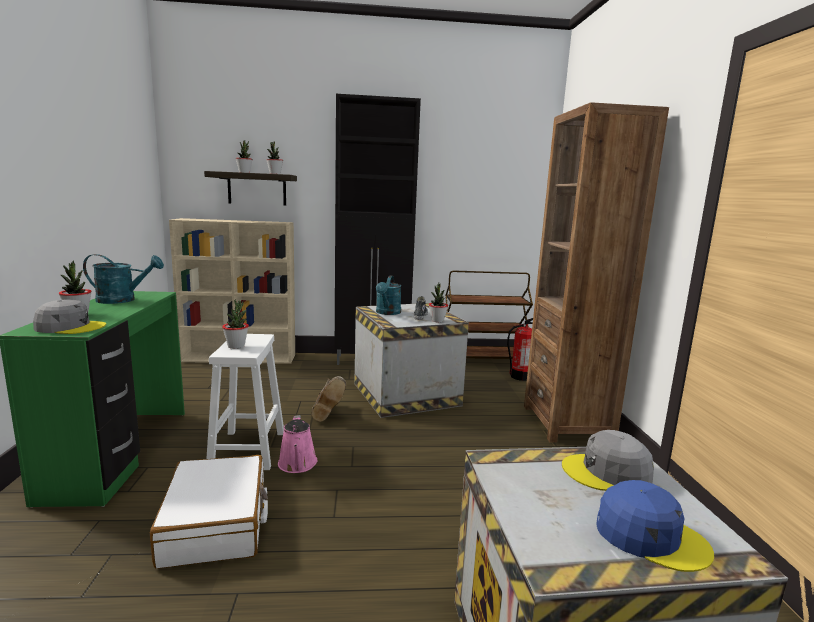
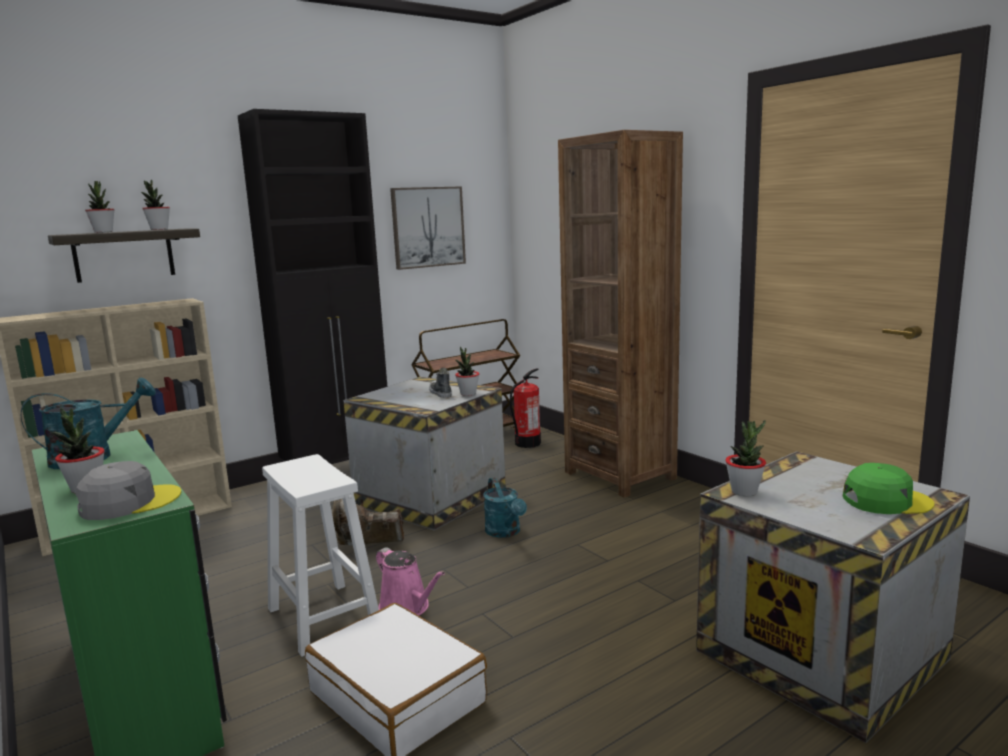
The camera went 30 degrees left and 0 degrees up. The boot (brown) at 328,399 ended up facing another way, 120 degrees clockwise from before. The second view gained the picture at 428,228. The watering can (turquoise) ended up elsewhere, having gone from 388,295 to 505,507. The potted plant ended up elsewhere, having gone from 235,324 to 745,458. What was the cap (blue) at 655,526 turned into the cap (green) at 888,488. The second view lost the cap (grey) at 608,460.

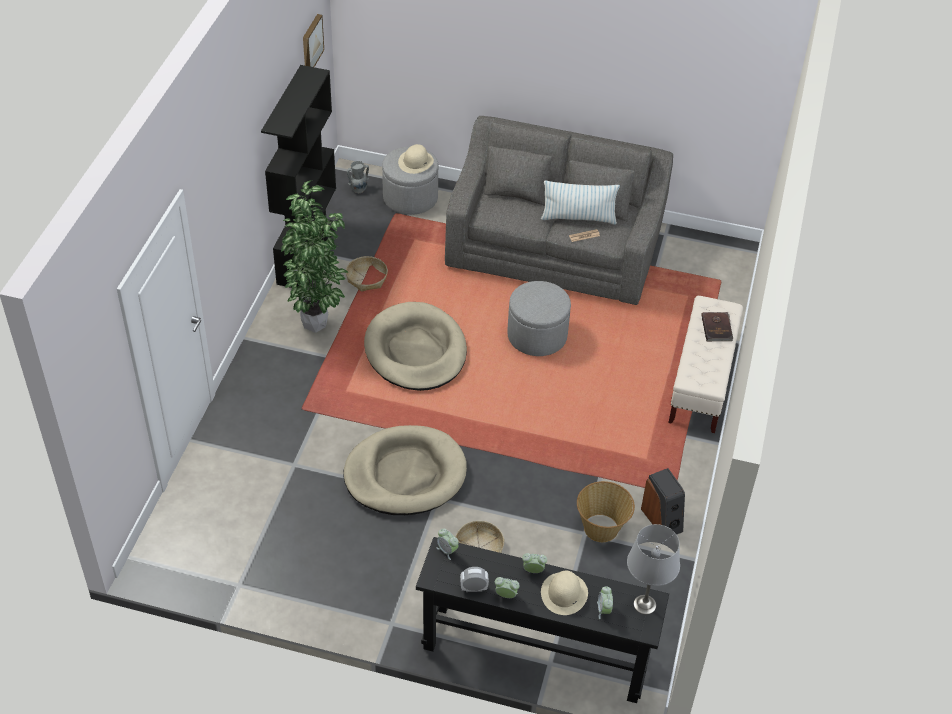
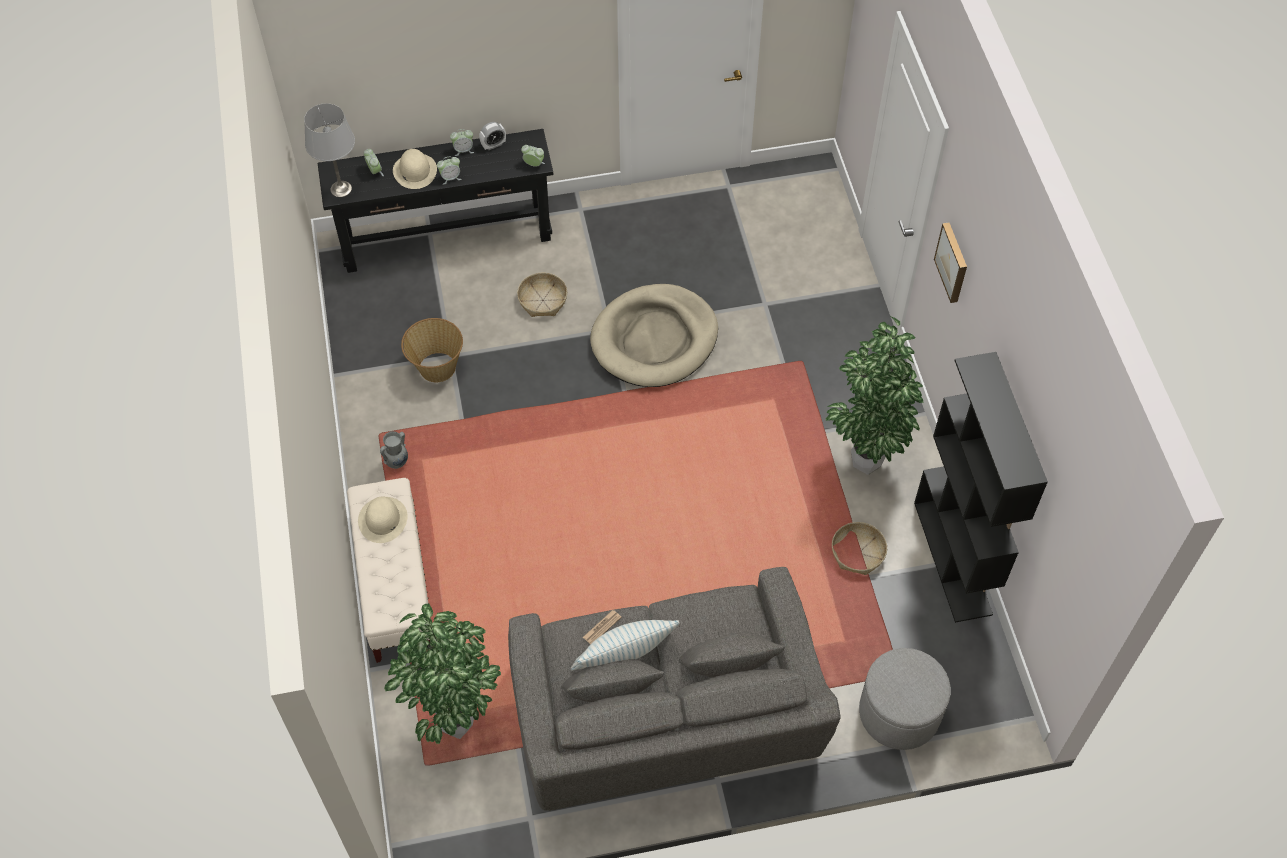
The camera went 155 degrees right and 10 degrees up. The hat (beige) ended up elsewhere, having gone from 416,159 to 382,519. The vase (grey) ended up elsewhere, having gone from 358,177 to 394,450. The second view gained the potted plant at 442,674. The picture ended up elsewhere, having gone from 313,40 to 950,262. The second view lost the dog bed (beige) at 415,346. The second view lost the ottoman (grey) at 539,318. The second view lost the speaker at 663,501. The second view lost the book (brown) at 717,326.

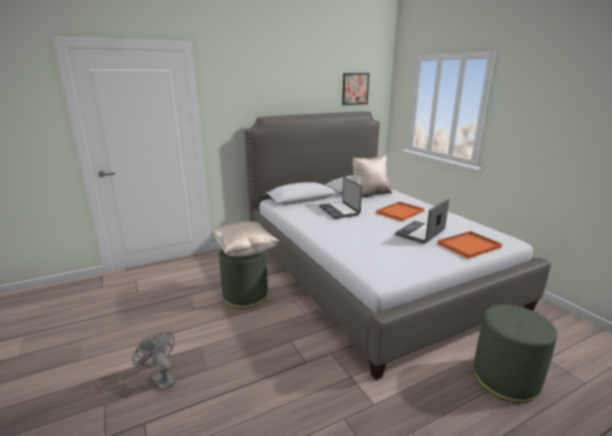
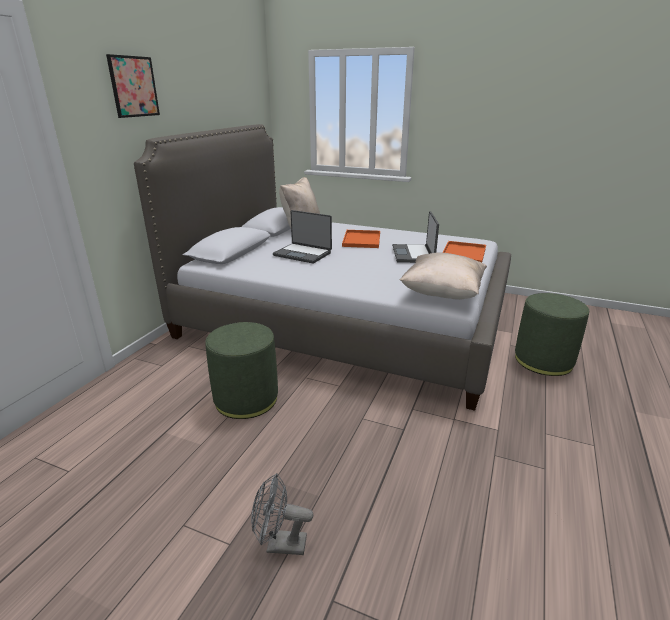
The camera went 40 degrees left and 5 degrees up. The picture ended up elsewhere, having gone from 355,89 to 133,86. The pillow (beige) ended up elsewhere, having gone from 245,239 to 443,276.

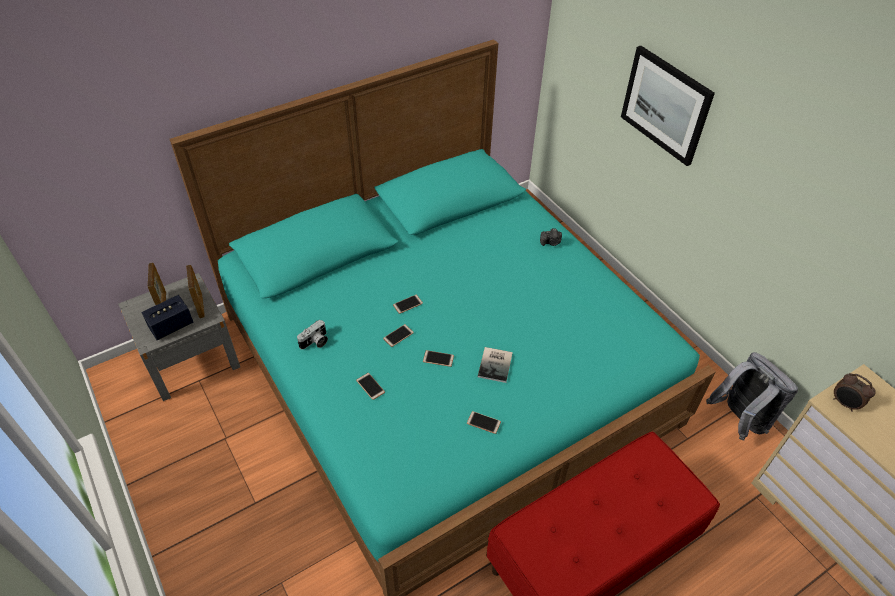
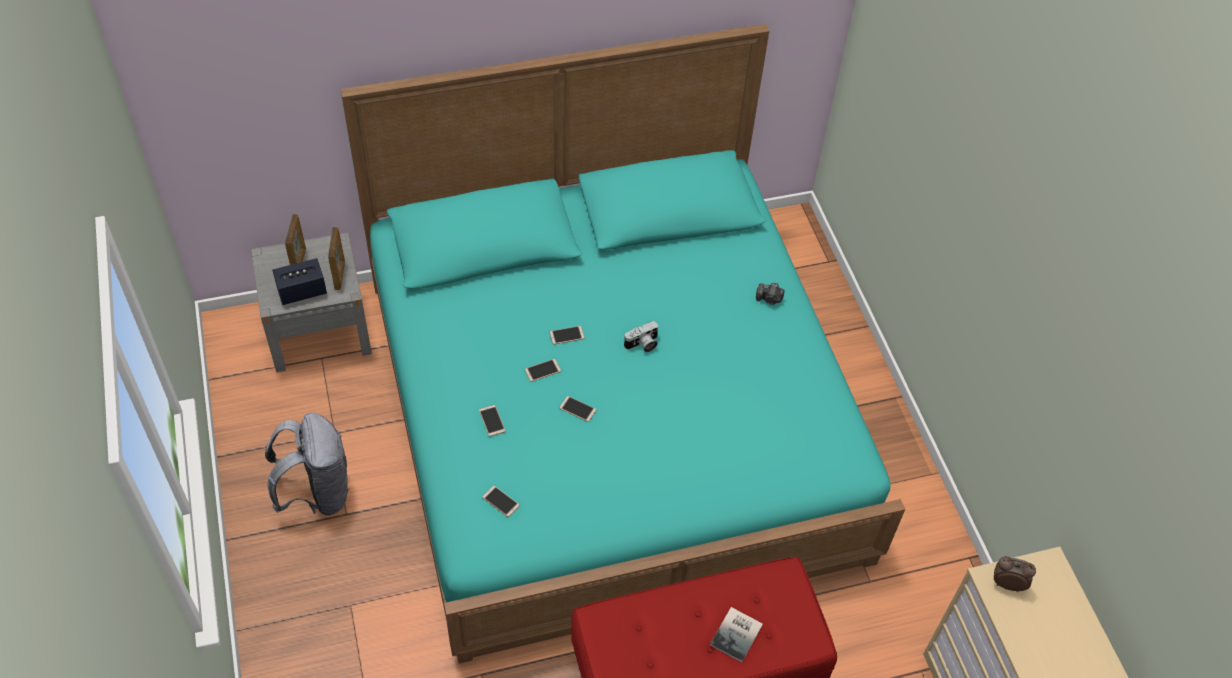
The camera went 15 degrees right and 5 degrees up. The backpack (grey) ended up elsewhere, having gone from 752,396 to 307,464. The phone ended up elsewhere, having gone from 484,422 to 501,501. The photo camera ended up elsewhere, having gone from 312,334 to 641,336. The book ended up elsewhere, having gone from 495,365 to 736,634. The alarm clock at 854,392 ended up facing another way, 135 degrees clockwise from before. The second view lost the picture at 668,106.

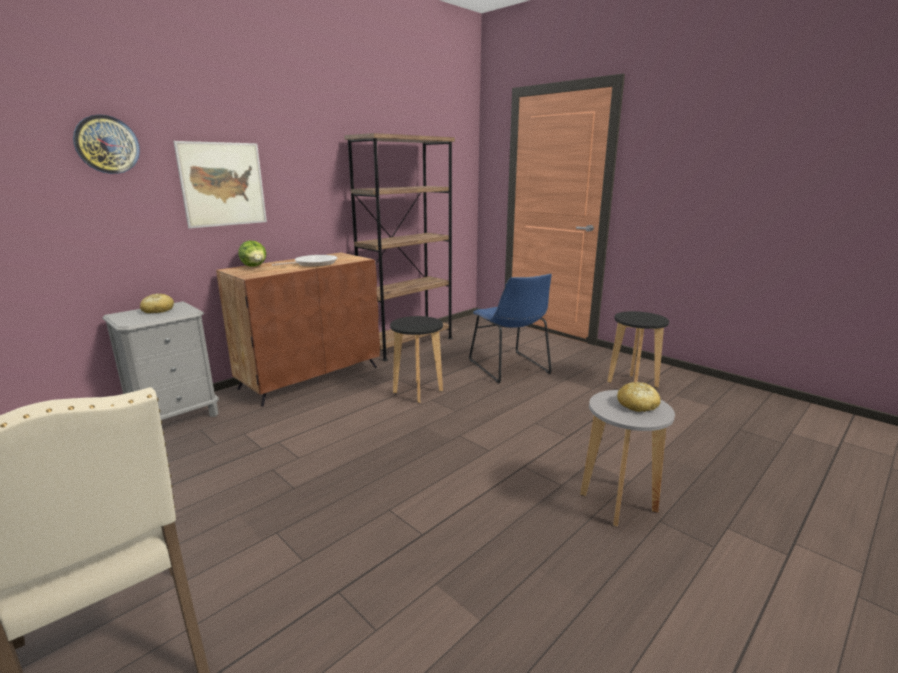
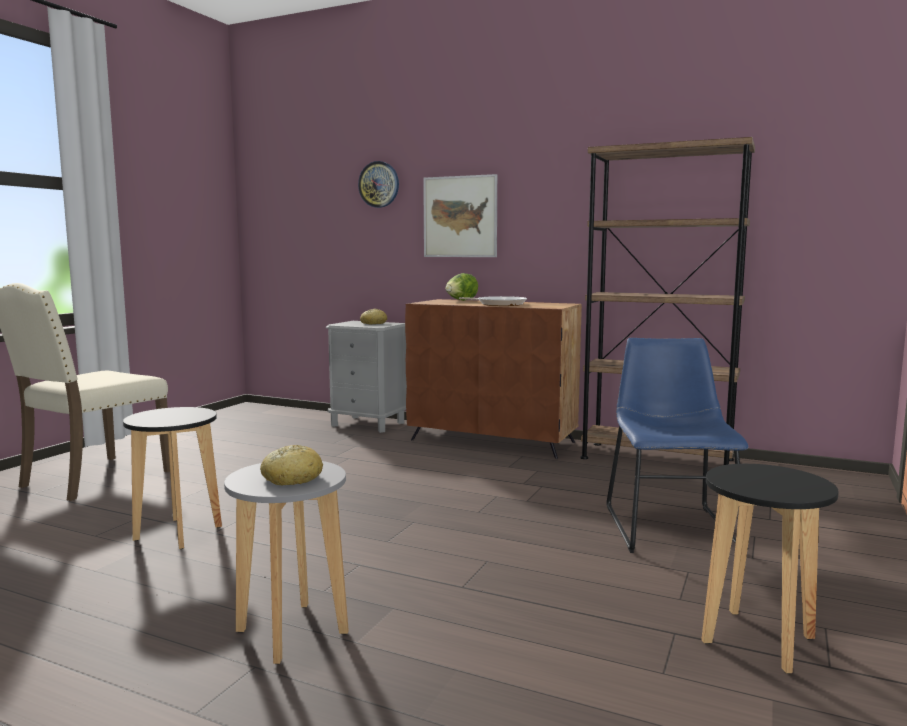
The camera went 70 degrees right and 10 degrees down. The stool (black) ended up elsewhere, having gone from 416,359 to 172,478. The chair (blue) at 510,329 ended up facing another way, 135 degrees clockwise from before.

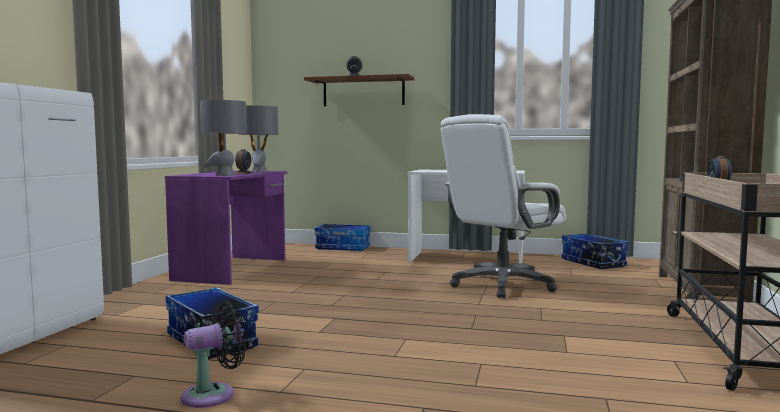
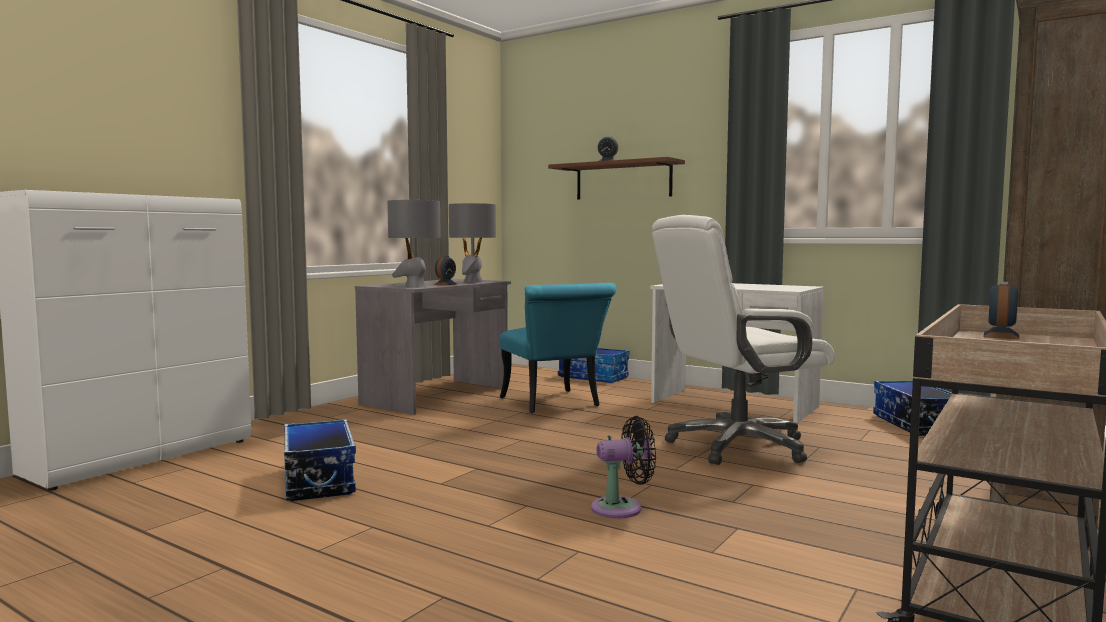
The camera went 20 degrees right and 0 degrees up. What was the desk (purple) at 226,228 turned into the desk (grey) at 433,347. The second view gained the chair (turquoise) at 558,348. The fan (black) ended up elsewhere, having gone from 213,354 to 623,467.

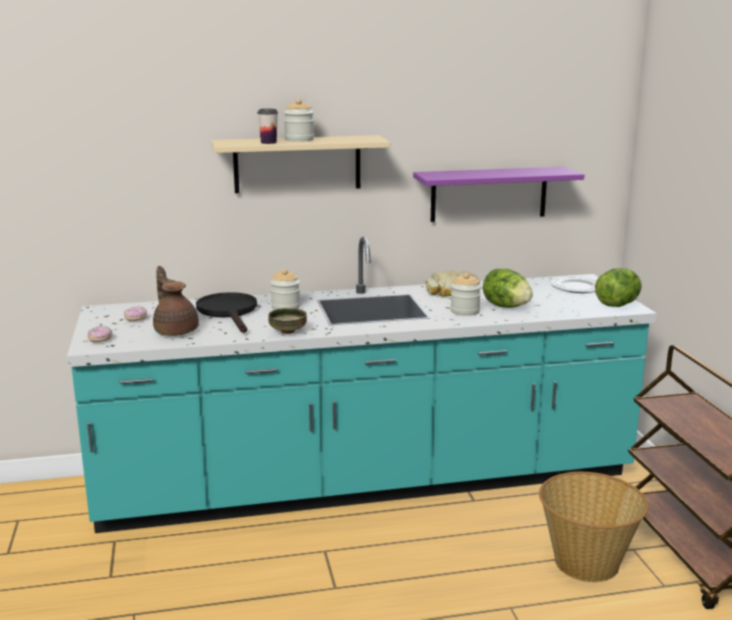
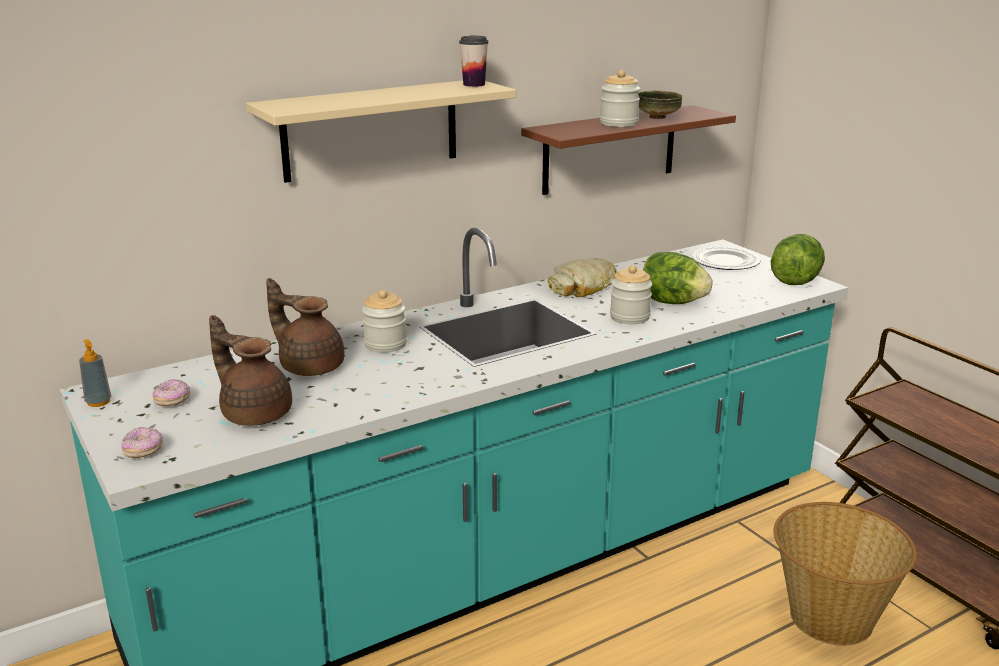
The camera went 20 degrees left and 5 degrees up. The second view gained the soap dispenser at 95,373. Where the frying pan (black) stood at 226,312, the teapot (brown) came to stand at 305,327. The cup ended up elsewhere, having gone from 267,126 to 473,61. What was the shelf (purple) at 498,194 turned into the shelf (brown) at 628,150. The jar ended up elsewhere, having gone from 299,120 to 620,98. The bowl ended up elsewhere, having gone from 287,321 to 660,104.

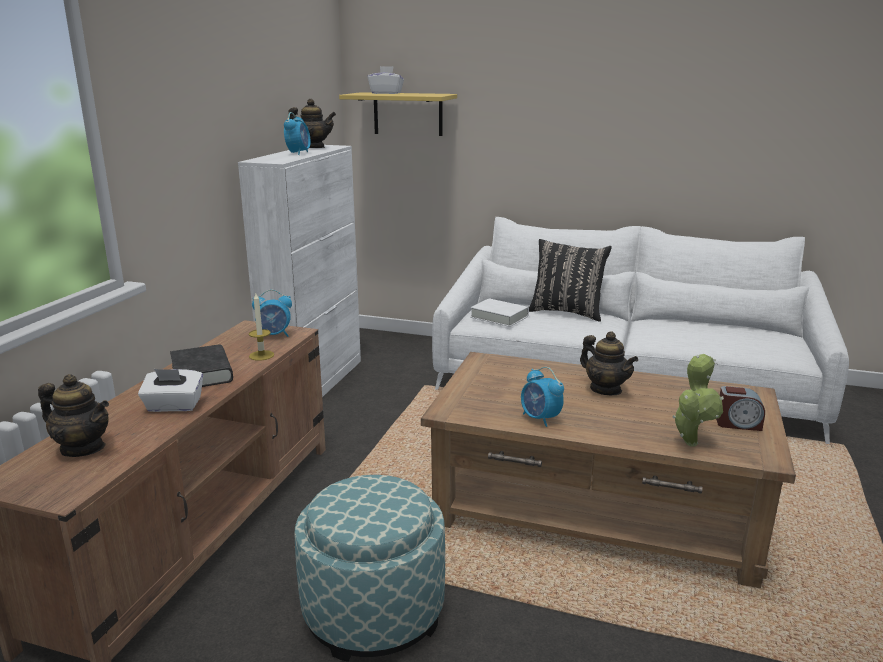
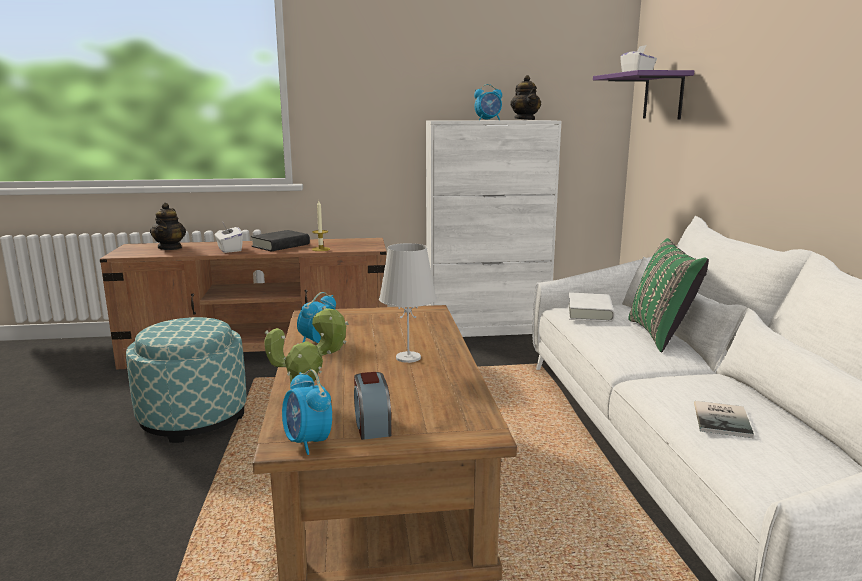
The camera went 65 degrees right and 5 degrees down. The alarm clock ended up elsewhere, having gone from 272,313 to 307,412. Where the teapot stood at 609,363, the table lamp (white) came to stand at 408,303. What was the shelf (yellow) at 398,114 turned into the shelf (purple) at 643,94. What was the pillow (black) at 570,280 turned into the pillow (green) at 668,295. The second view gained the book at 724,419.

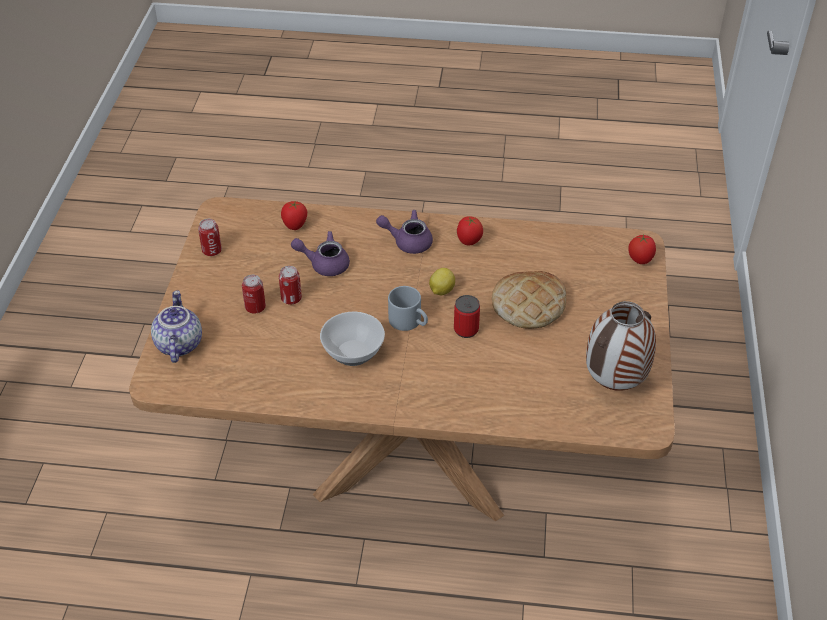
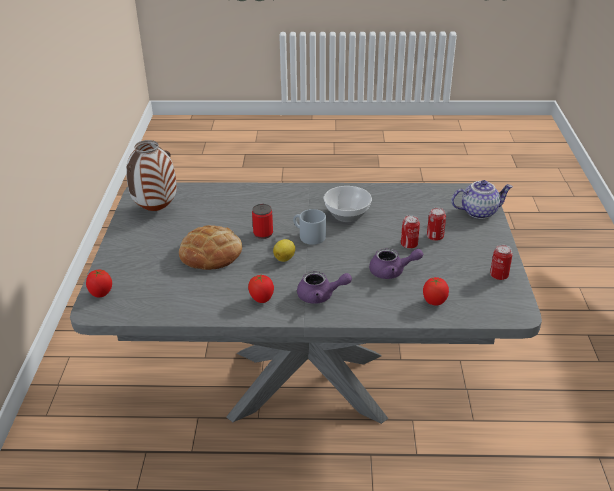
The camera went 175 degrees right and 10 degrees down. What was the dining table (brown) at 402,359 turned into the dining table (grey) at 306,303. The teapot at 176,326 ended up facing another way, 90 degrees counterclockwise from before.

